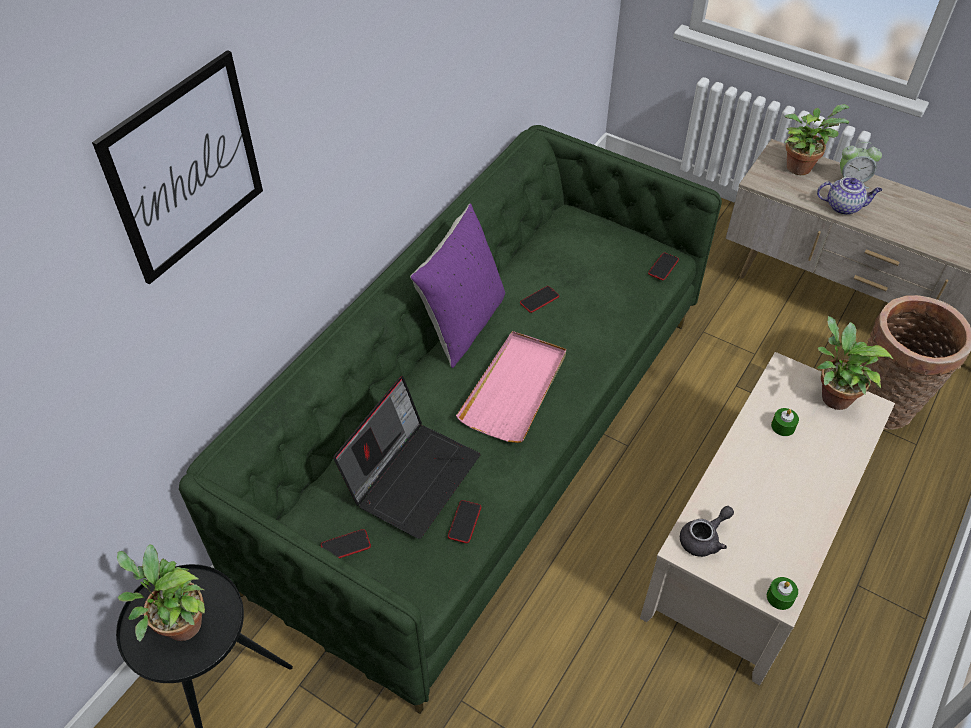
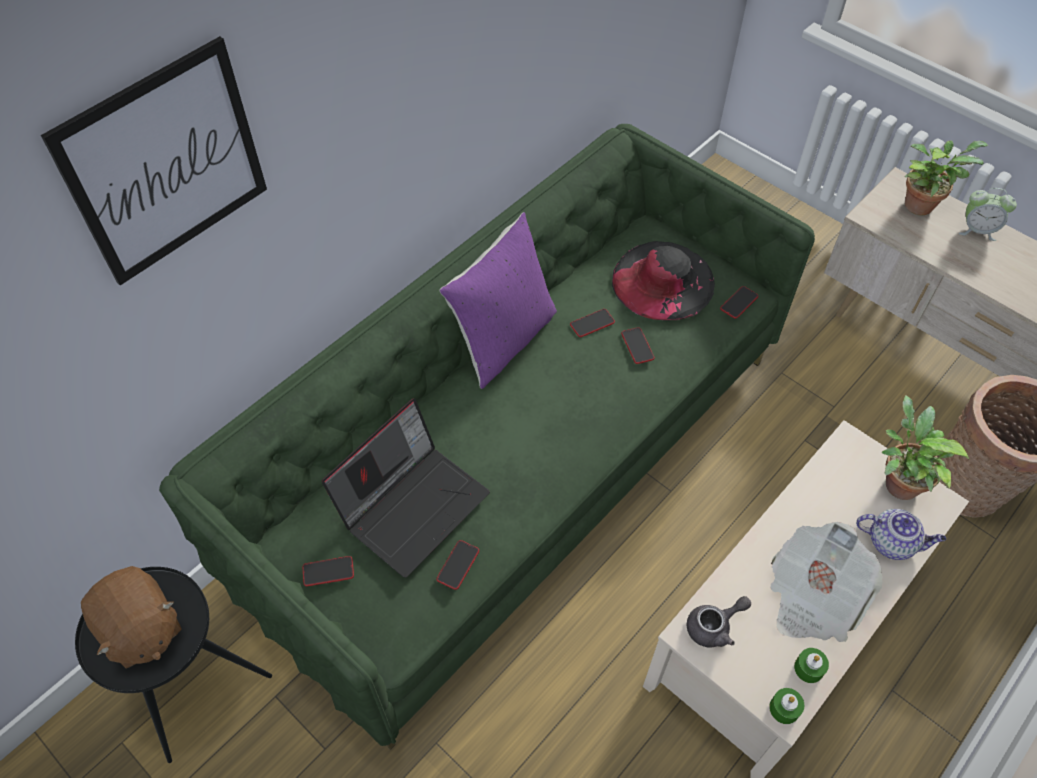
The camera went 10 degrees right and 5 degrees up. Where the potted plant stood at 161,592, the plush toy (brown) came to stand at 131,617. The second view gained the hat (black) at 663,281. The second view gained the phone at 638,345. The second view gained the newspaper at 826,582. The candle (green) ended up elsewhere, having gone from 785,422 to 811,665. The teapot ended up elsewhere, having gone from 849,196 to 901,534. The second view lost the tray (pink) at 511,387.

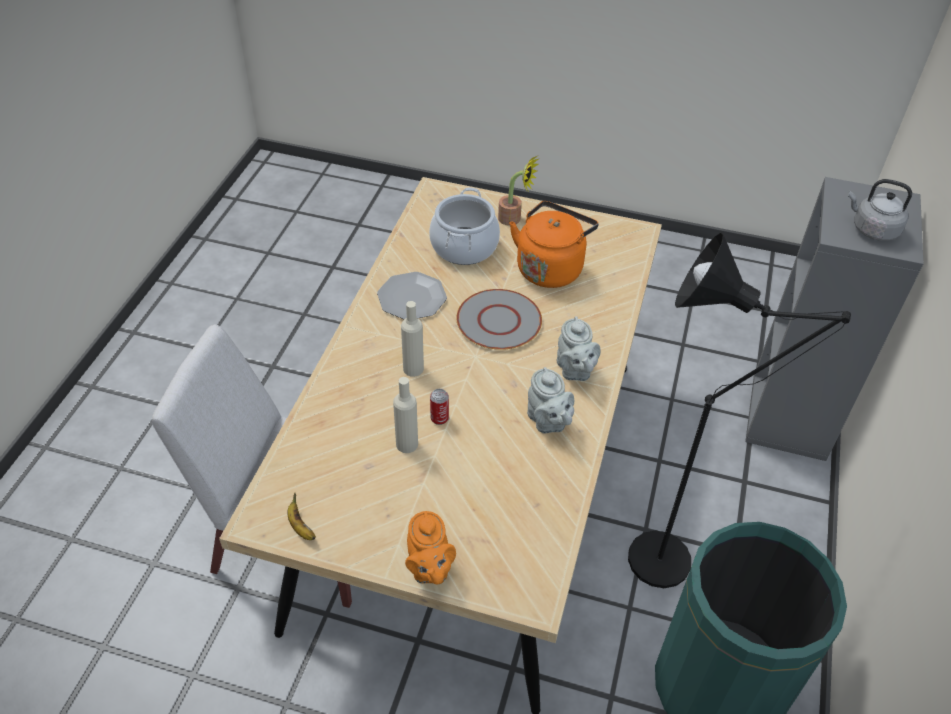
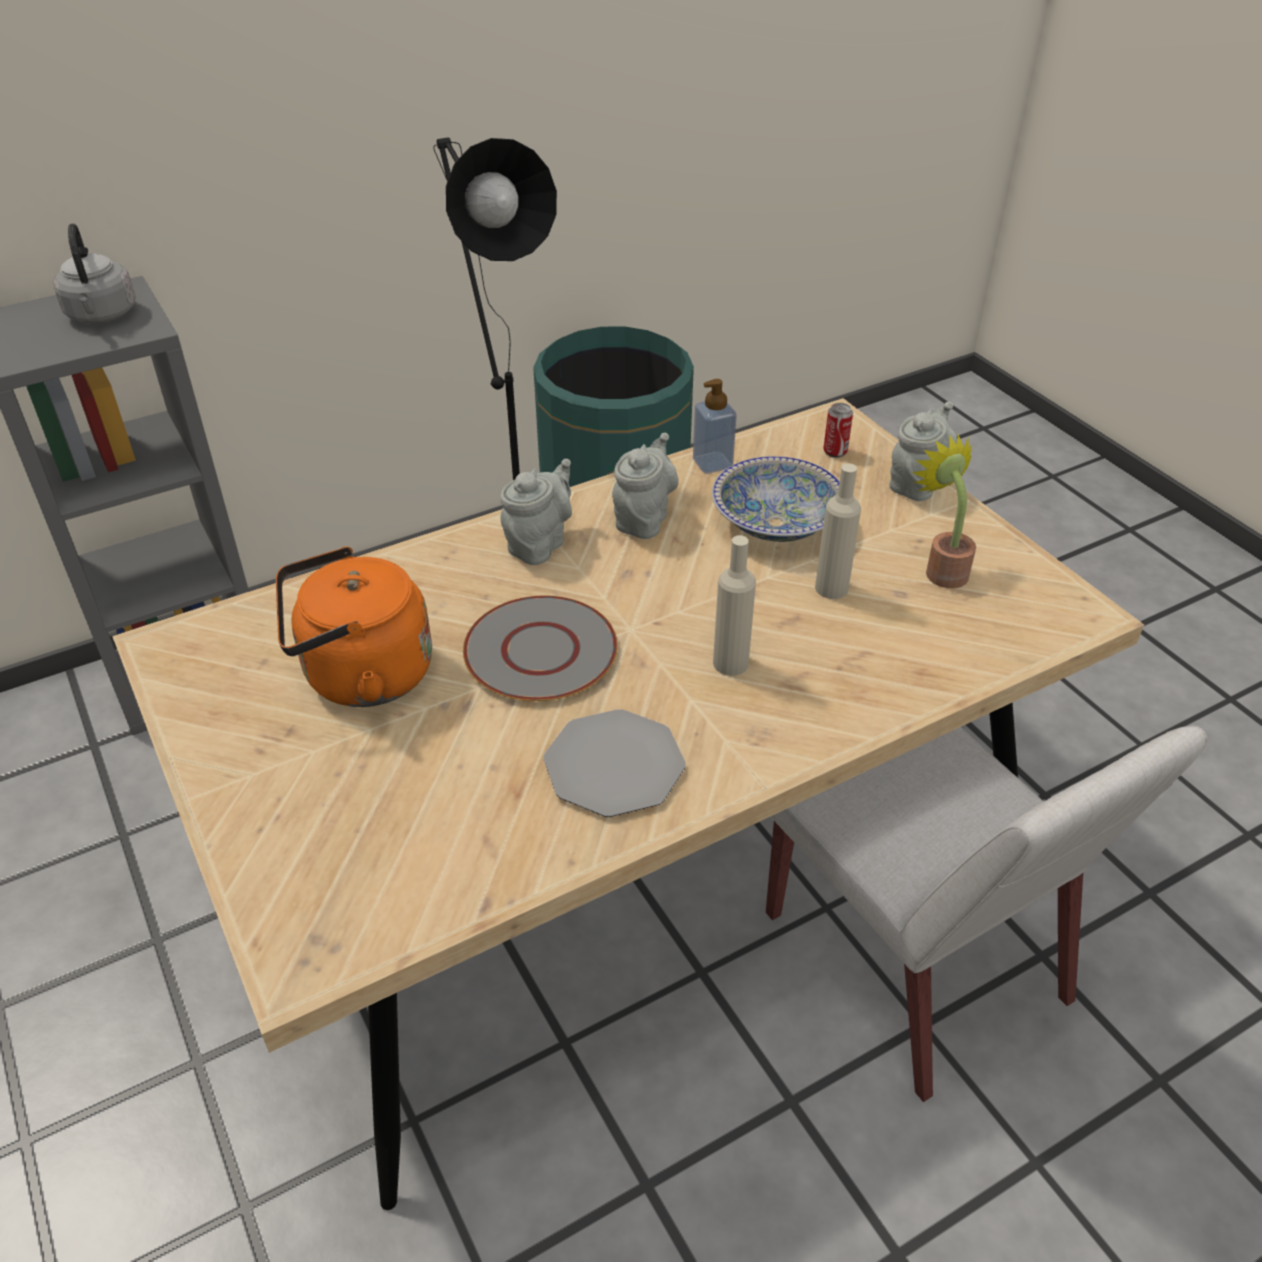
The camera went 135 degrees left and 5 degrees down. The second view gained the soap dispenser at 715,426. The second view gained the bowl at 775,499. The can ended up elsewhere, having gone from 439,407 to 838,430. What was the teapot (orange) at 430,548 turned into the teapot (grey) at 923,451. The potted plant ended up elsewhere, having gone from 518,191 to 944,511. The second view lost the banana at 301,516. The second view lost the cooking pot at 464,226.

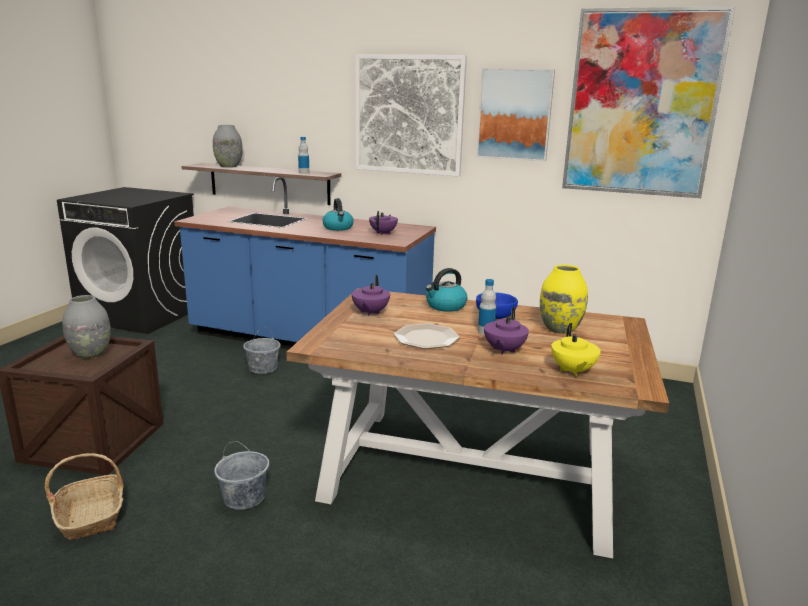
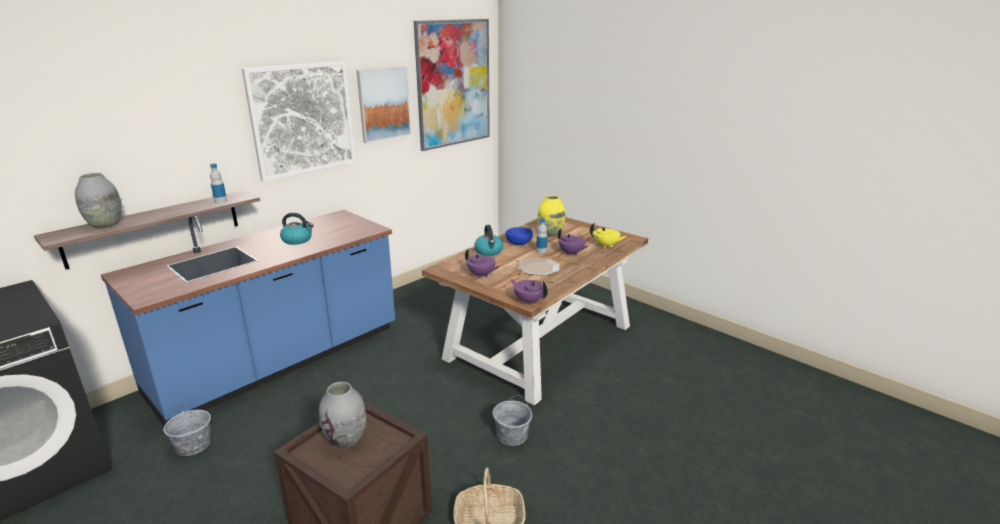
The camera went 65 degrees left and 5 degrees up. The bucket (grey) ended up elsewhere, having gone from 262,350 to 187,429. The teapot (purple) ended up elsewhere, having gone from 383,223 to 529,291.

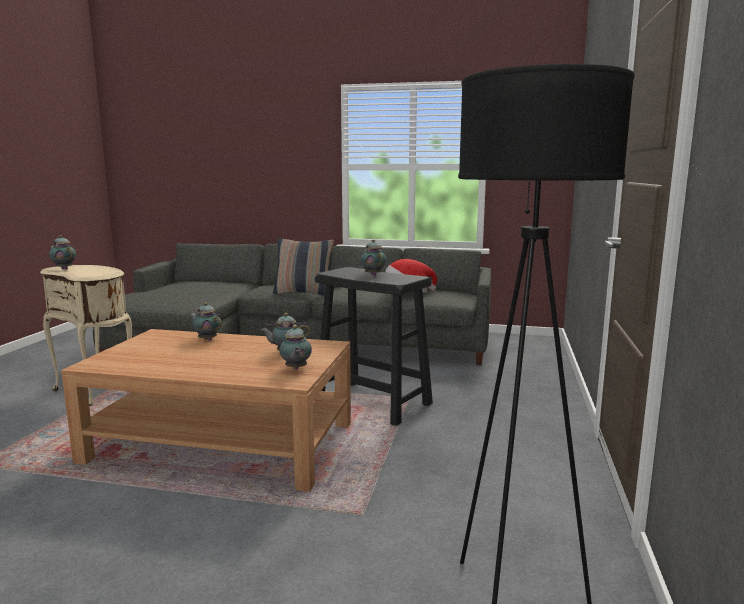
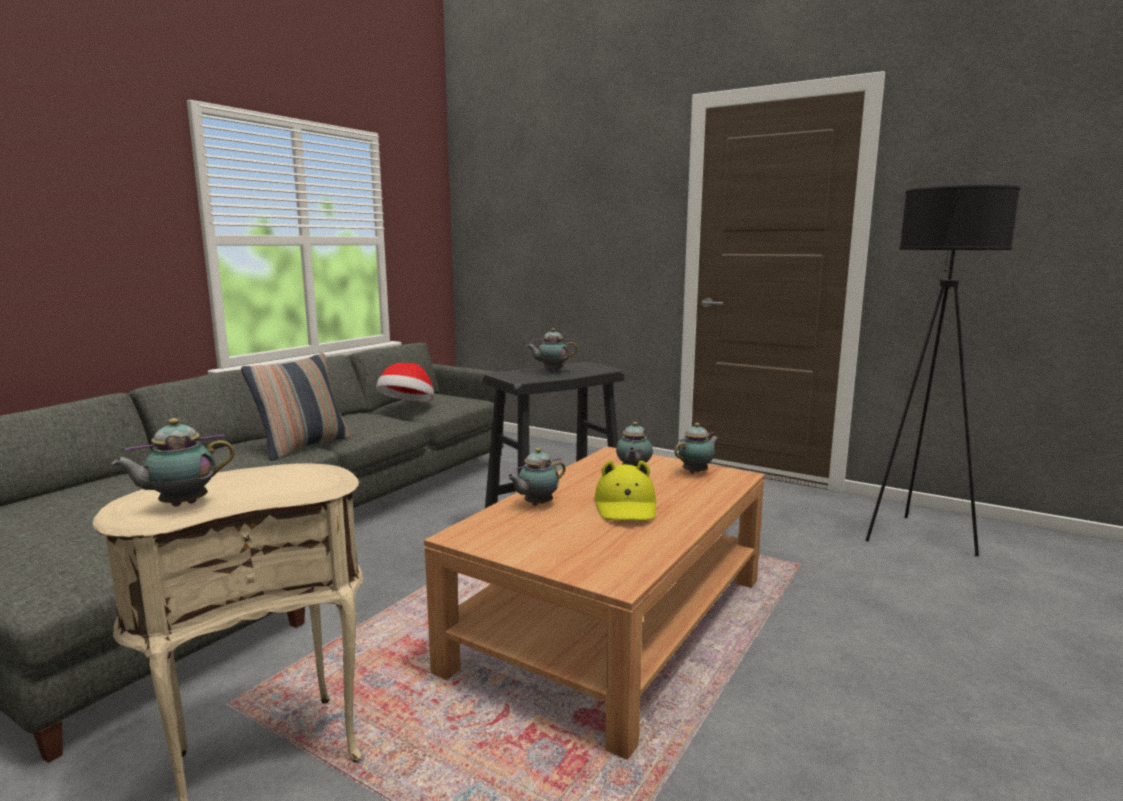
The camera went 70 degrees left and 0 degrees up. The second view gained the hat (yellow) at 625,490. The teapot at 296,347 ended up facing another way, 45 degrees counterclockwise from before.

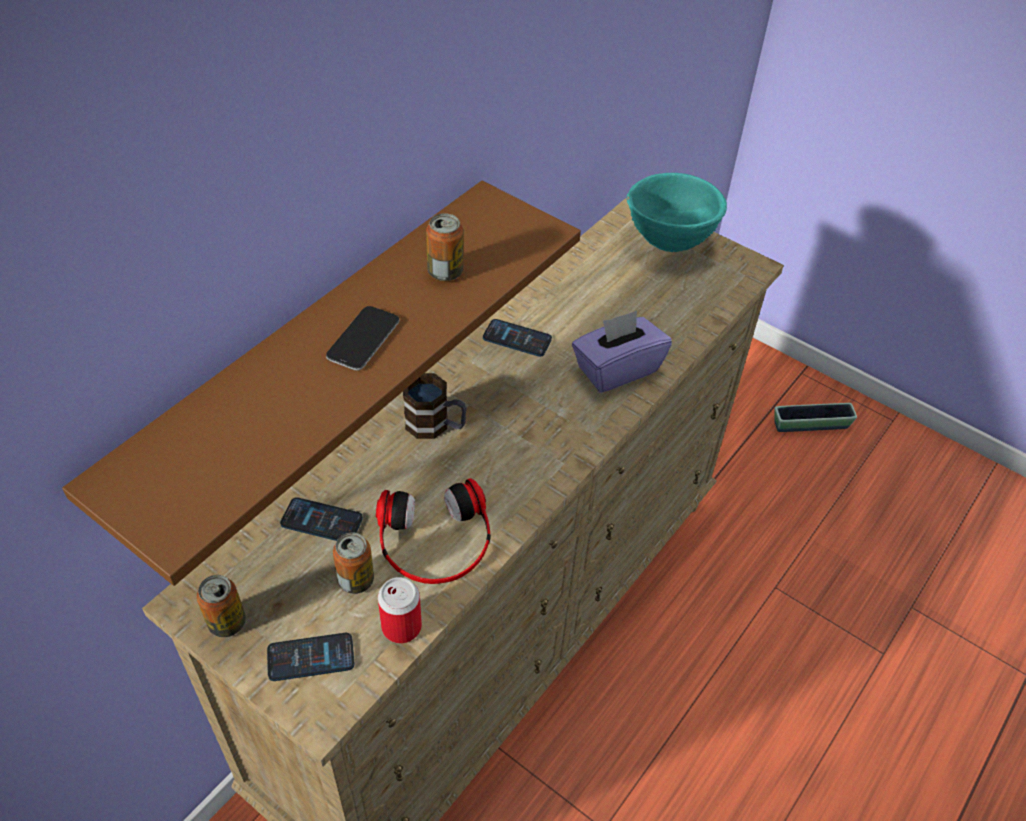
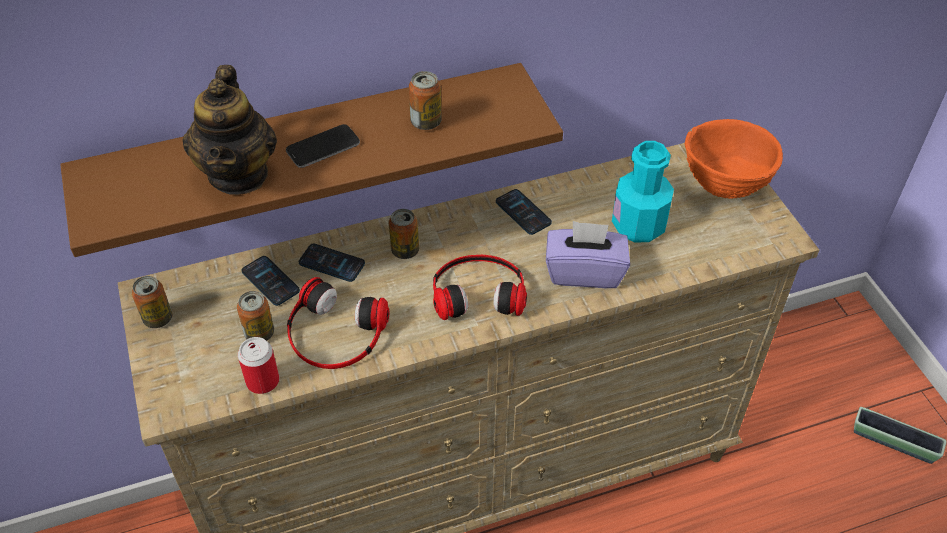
The camera went 35 degrees right and 0 degrees up. The second view gained the teapot at 230,130. The phone ended up elsewhere, having gone from 310,657 to 332,263. Where the mug stood at 435,406, the can came to stand at 404,234. The second view gained the headphones at 480,287. The second view gained the bottle (turquoise) at 643,191. What was the bowl (turquoise) at 676,212 turned into the bowl (orange) at 734,159.

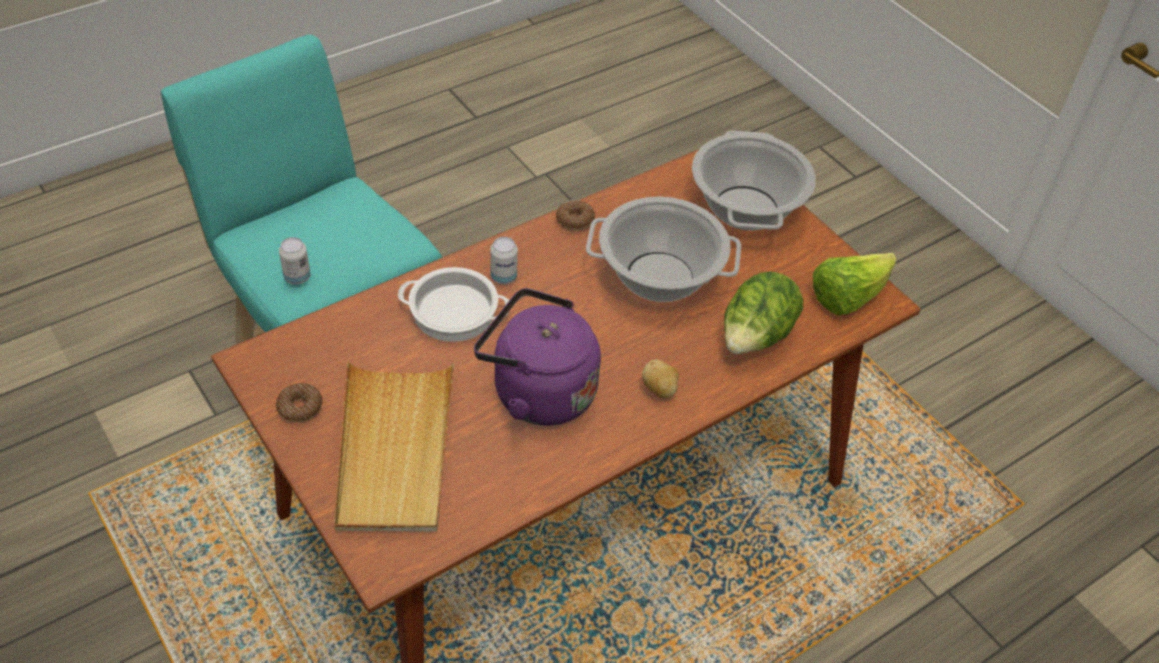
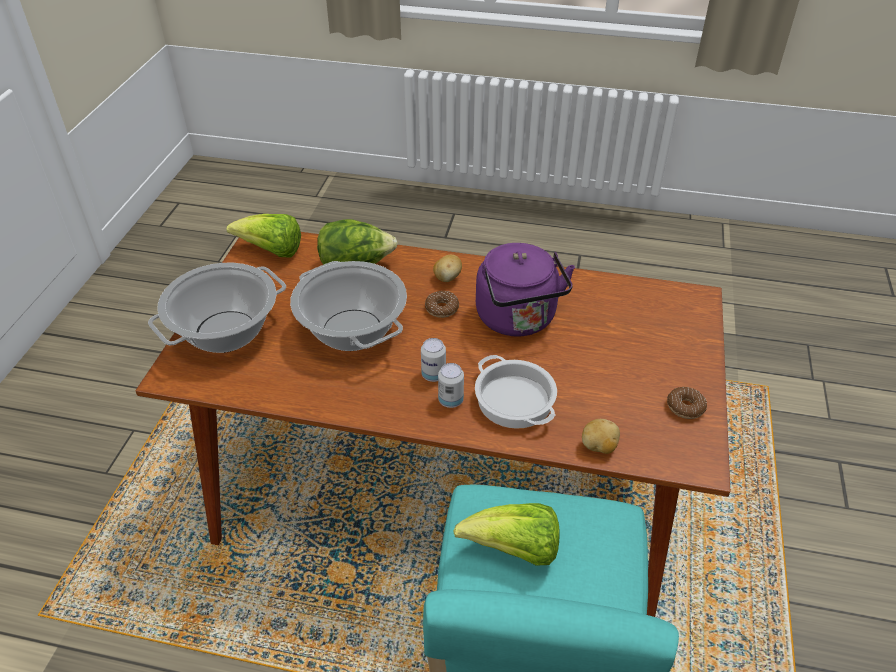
The camera went 130 degrees left and 5 degrees down. The can ended up elsewhere, having gone from 295,260 to 433,360. The donut ended up elsewhere, having gone from 575,215 to 442,304. The second view gained the lettuce at 506,534. The second view gained the potato at 601,436. The second view lost the tray (beige) at 394,446.

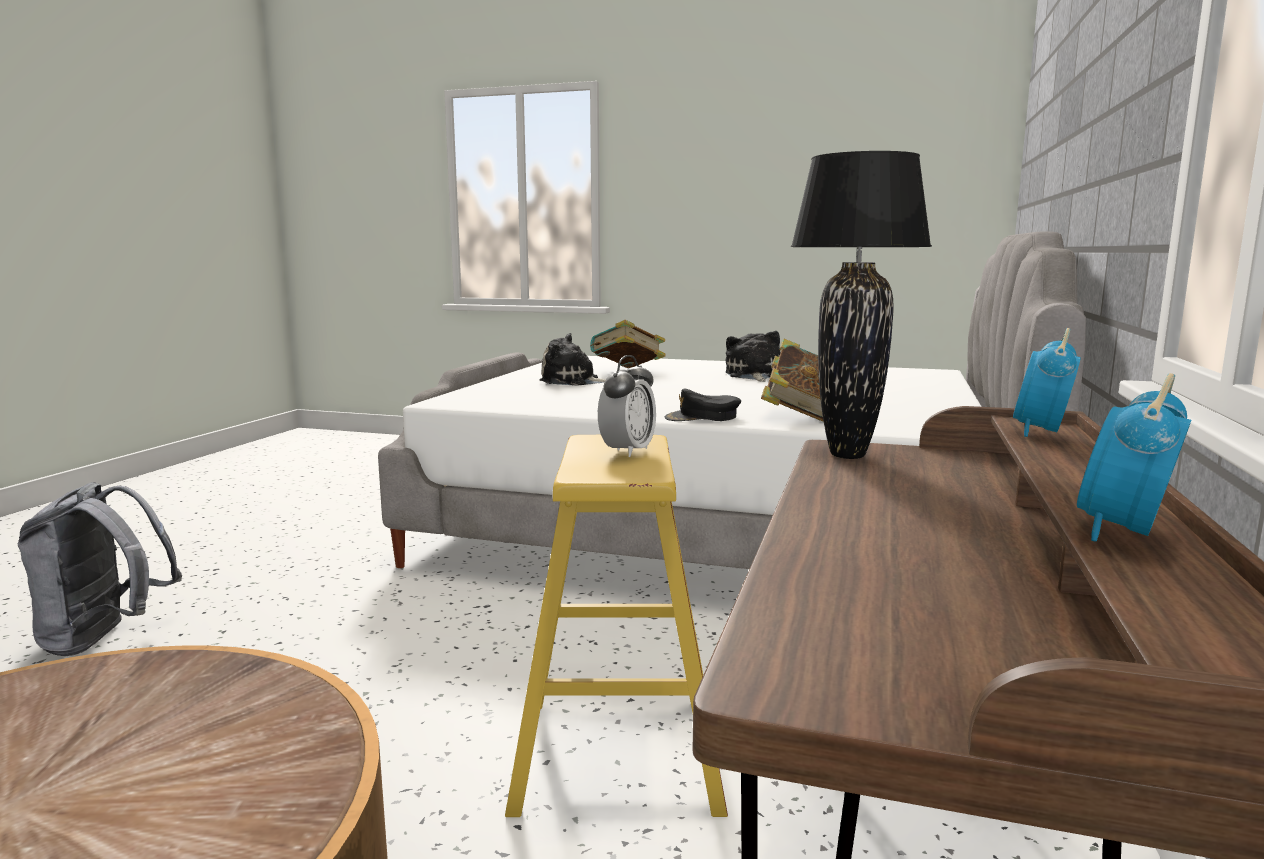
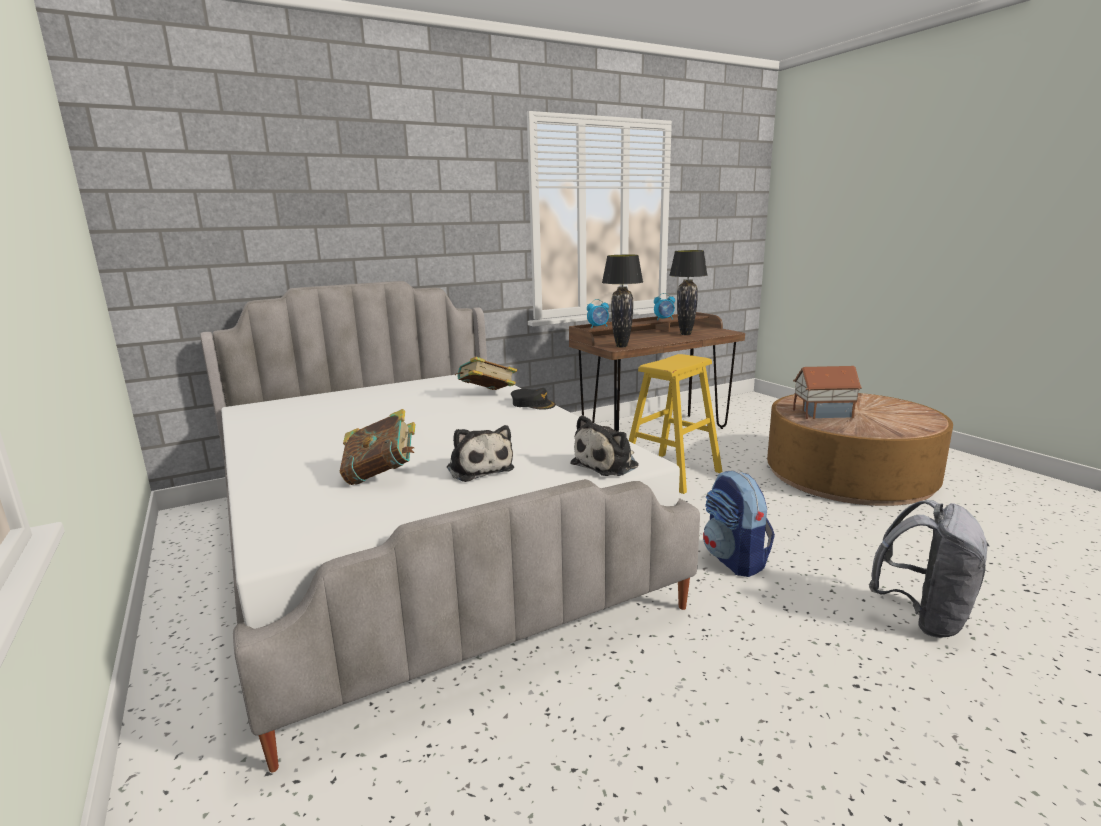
The camera went 135 degrees left and 5 degrees up. The plush toy ended up elsewhere, having gone from 753,356 to 604,445. The second view gained the table lamp (black) at 688,292. The second view gained the backpack at 739,523. The second view gained the toy house at 827,392. The second view lost the alarm clock at 627,406.

